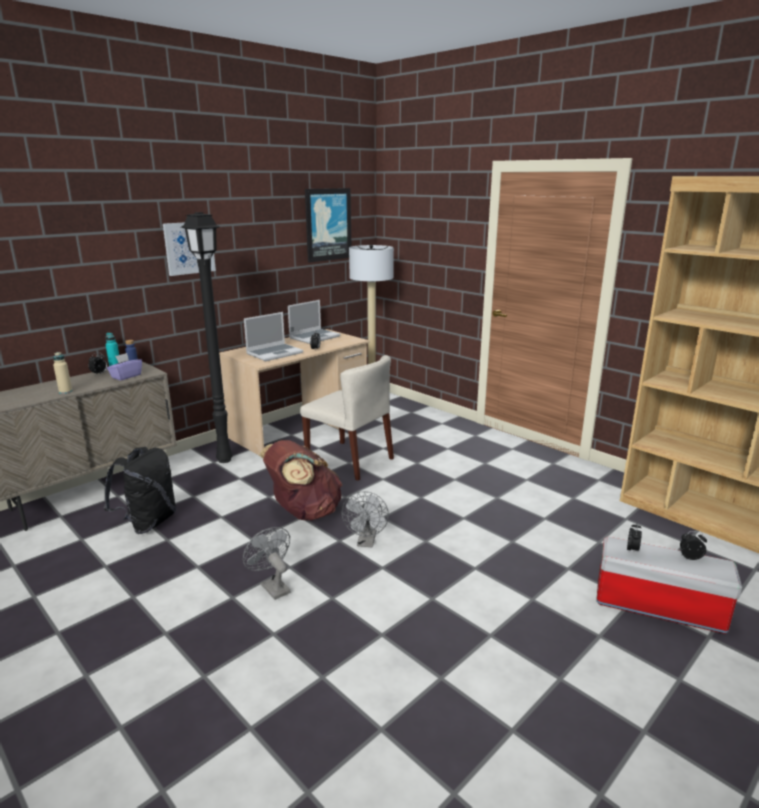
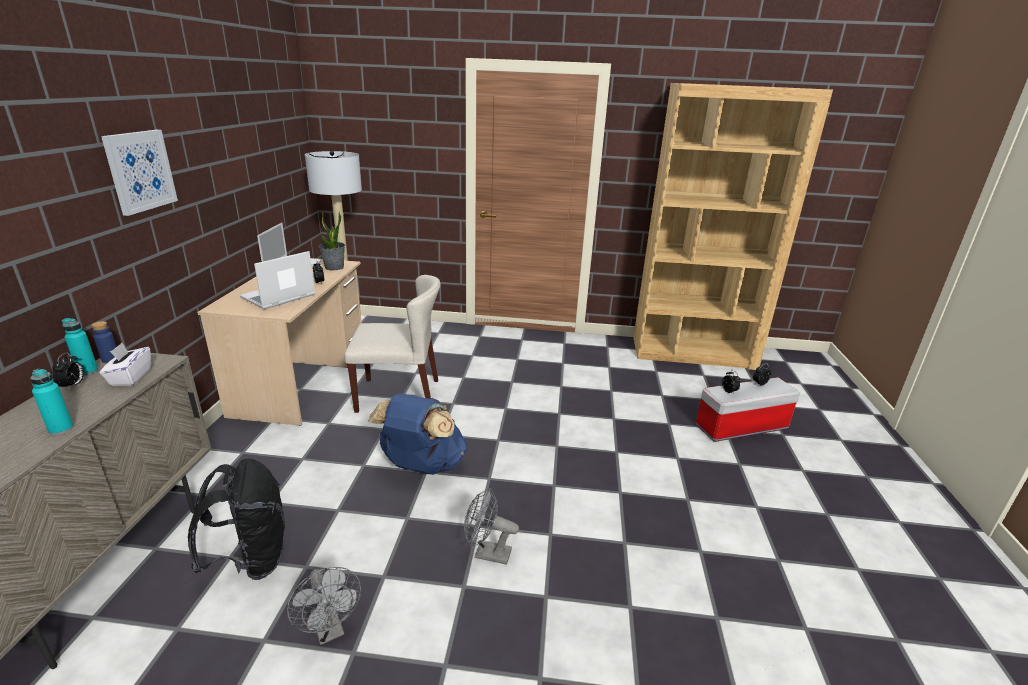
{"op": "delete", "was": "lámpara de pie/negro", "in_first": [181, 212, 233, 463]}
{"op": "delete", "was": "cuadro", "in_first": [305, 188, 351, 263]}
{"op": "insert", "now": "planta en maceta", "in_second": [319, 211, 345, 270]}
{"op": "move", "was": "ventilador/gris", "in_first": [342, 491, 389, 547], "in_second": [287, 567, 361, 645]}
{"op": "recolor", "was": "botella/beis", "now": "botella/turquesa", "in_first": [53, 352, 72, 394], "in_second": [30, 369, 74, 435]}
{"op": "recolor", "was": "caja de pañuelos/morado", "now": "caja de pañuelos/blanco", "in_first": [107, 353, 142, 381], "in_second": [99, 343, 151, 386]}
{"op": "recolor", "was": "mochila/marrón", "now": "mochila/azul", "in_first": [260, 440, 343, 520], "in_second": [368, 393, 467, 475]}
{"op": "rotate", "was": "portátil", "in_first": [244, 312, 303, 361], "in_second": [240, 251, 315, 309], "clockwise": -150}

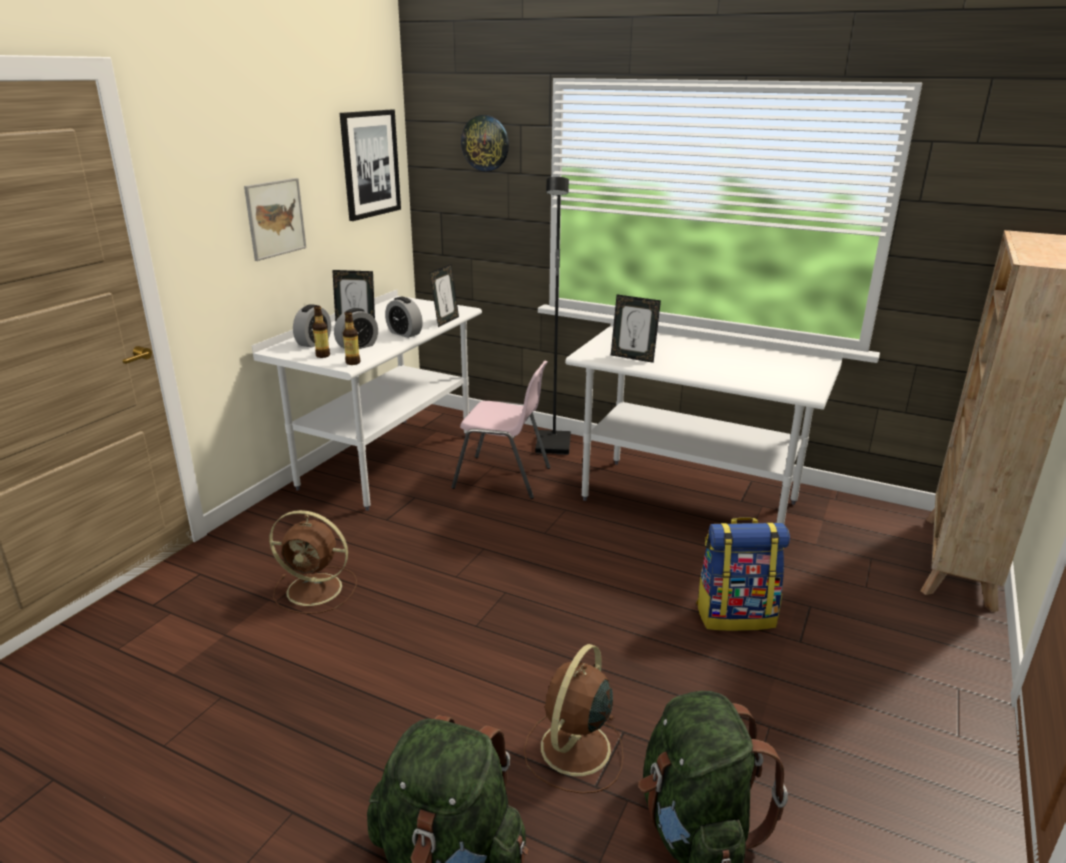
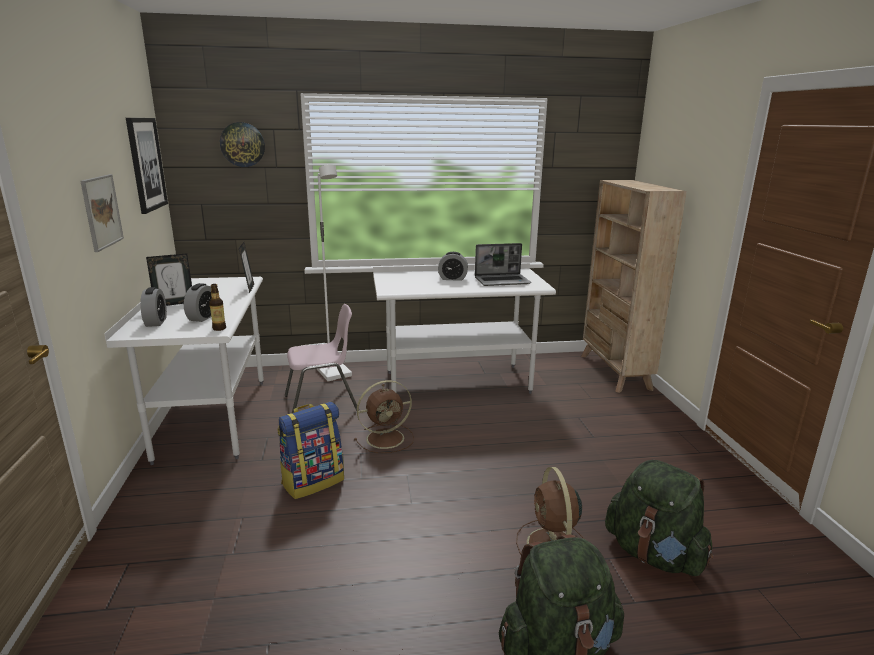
{"op": "delete", "was": "botella", "in_first": [313, 306, 330, 358]}
{"op": "delete", "was": "portarretratos", "in_first": [611, 295, 661, 363]}
{"op": "insert", "now": "portátil", "in_second": [475, 243, 531, 286]}
{"op": "move", "was": "ventilador/marrón", "in_first": [269, 510, 357, 614], "in_second": [354, 380, 414, 453]}
{"op": "move", "was": "despertador", "in_first": [385, 297, 423, 338], "in_second": [438, 252, 468, 281]}
{"op": "move", "was": "mochila", "in_first": [696, 517, 790, 631], "in_second": [277, 402, 344, 499]}
{"op": "recolor", "was": "lámpara de pie/negro", "now": "lámpara de pie/blanco", "in_first": [535, 177, 571, 455], "in_second": [317, 165, 352, 381]}

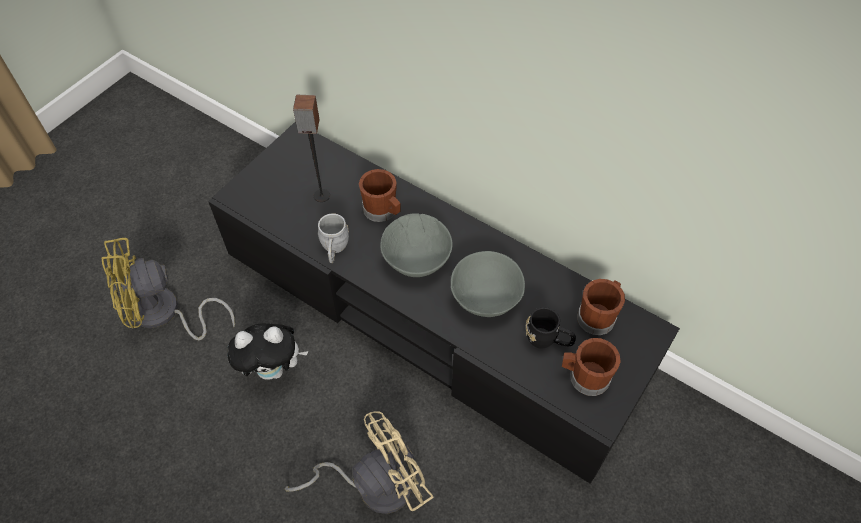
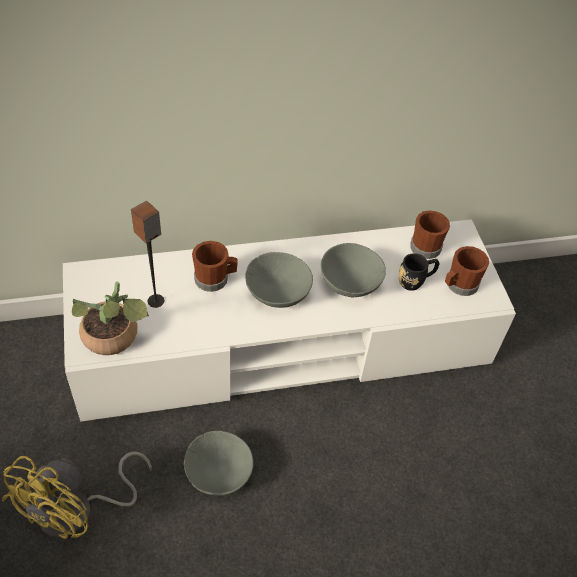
{"op": "delete", "was": "ventilador/beis", "in_first": [285, 411, 434, 514]}
{"op": "delete", "was": "taza grande/gris", "in_first": [318, 213, 349, 263]}
{"op": "insert", "now": "planta en maceta", "in_second": [72, 281, 149, 355]}
{"op": "replace", "was": "peluche", "now": "cuenco/gris", "in_first": [227, 323, 308, 380], "in_second": [184, 431, 253, 496]}
{"op": "recolor", "was": "mueble de televisión/negro", "now": "mueble de televisión/blanco", "in_first": [209, 121, 680, 484], "in_second": [63, 219, 516, 422]}

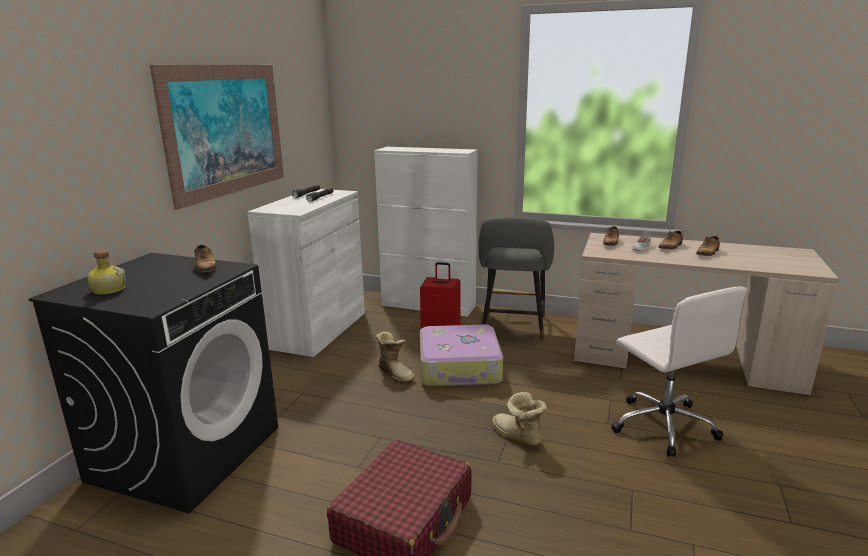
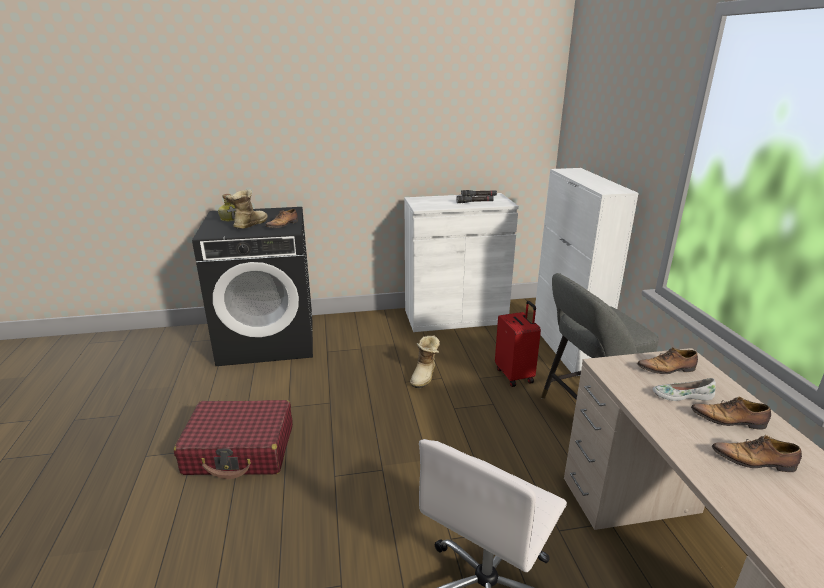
{"op": "delete", "was": "cuadro", "in_first": [150, 65, 284, 210]}
{"op": "delete", "was": "maleta", "in_first": [420, 324, 503, 386]}
{"op": "move", "was": "bota", "in_first": [492, 392, 547, 446], "in_second": [225, 189, 268, 229]}

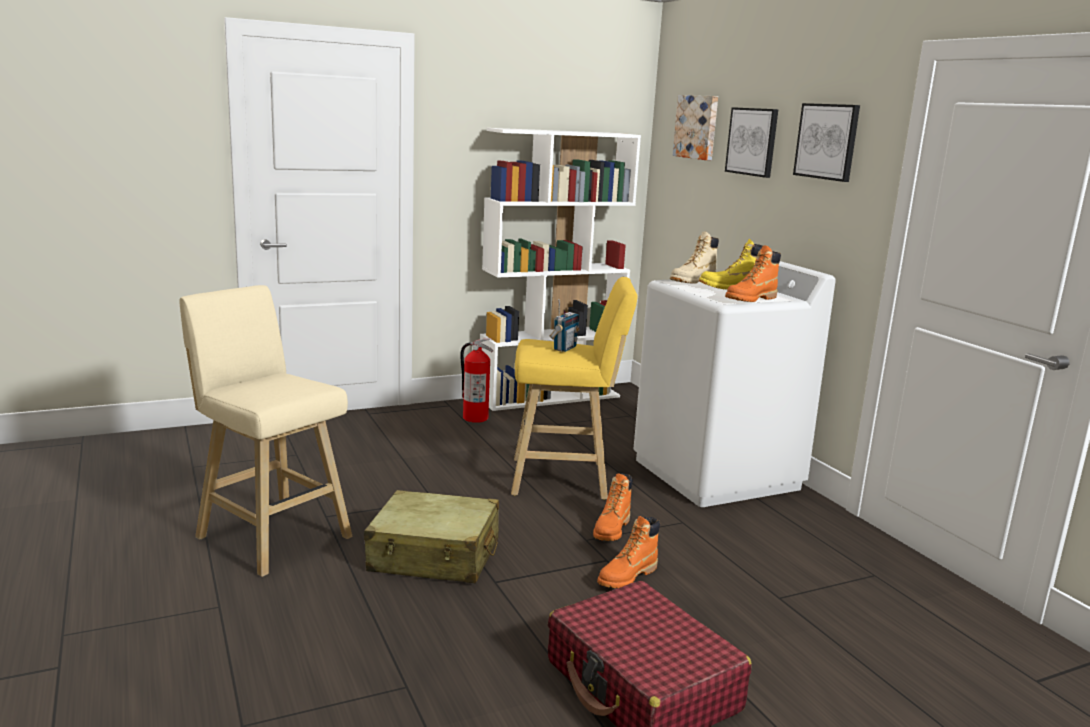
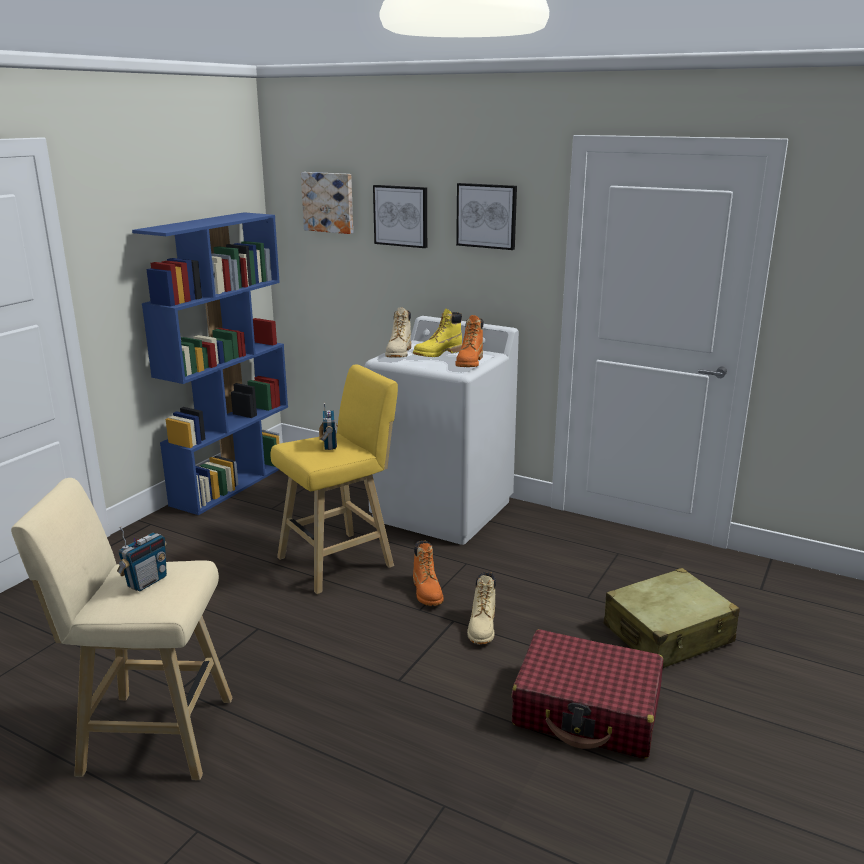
{"op": "delete", "was": "extintor", "in_first": [460, 338, 493, 423]}
{"op": "insert", "now": "radio", "in_second": [117, 526, 167, 591]}
{"op": "move", "was": "maleta/beis", "in_first": [364, 490, 499, 583], "in_second": [604, 568, 740, 668]}
{"op": "recolor", "was": "estantería/blanco", "now": "estantería/azul", "in_first": [480, 128, 641, 411], "in_second": [132, 212, 288, 515]}
{"op": "recolor", "was": "bota/naranja", "now": "bota/beis", "in_first": [597, 516, 660, 588], "in_second": [467, 572, 496, 644]}

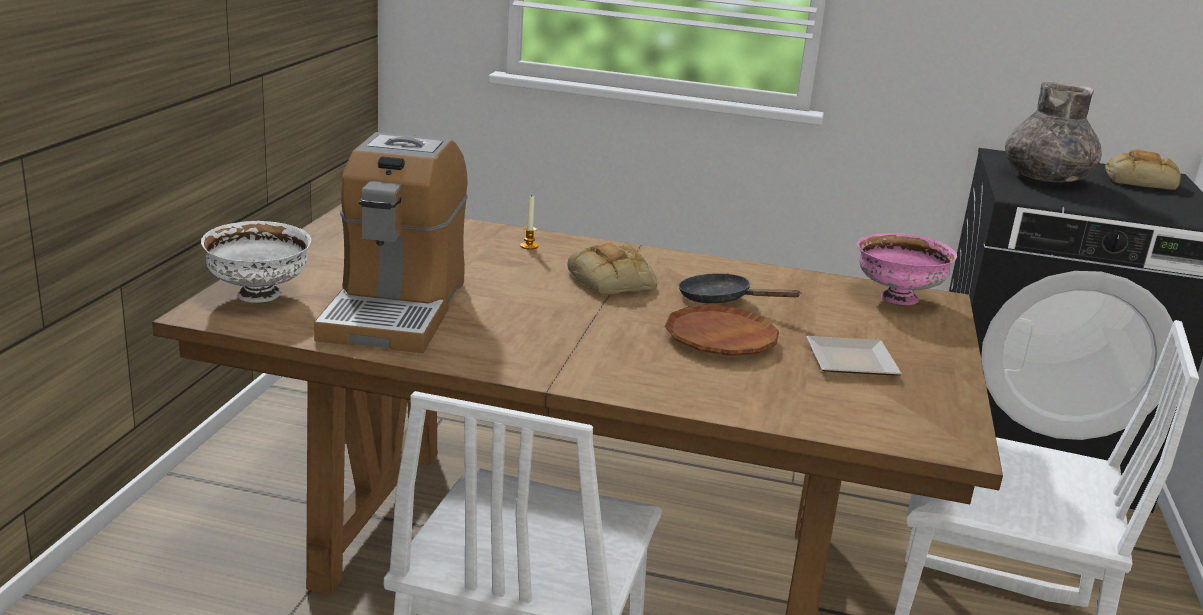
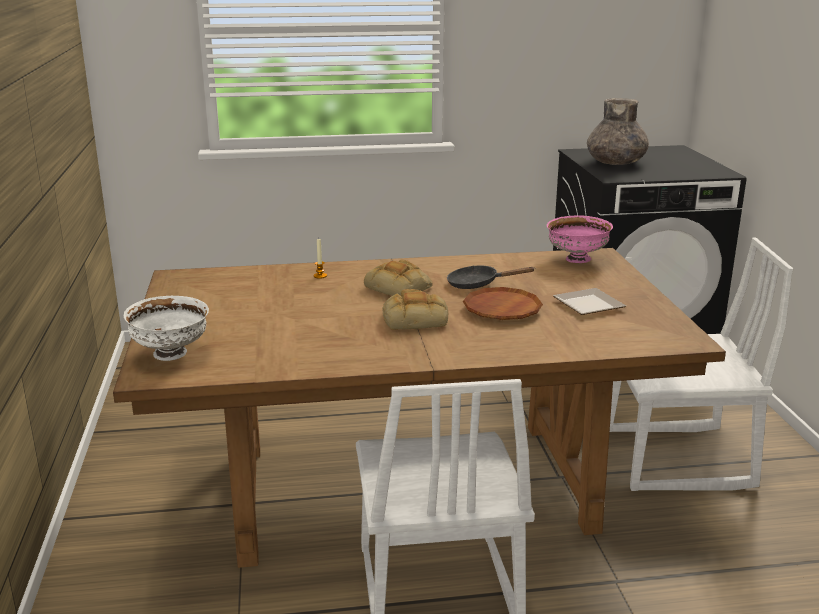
{"op": "delete", "was": "cafetera", "in_first": [314, 132, 468, 353]}
{"op": "move", "was": "pan", "in_first": [1105, 149, 1181, 190], "in_second": [383, 289, 448, 330]}

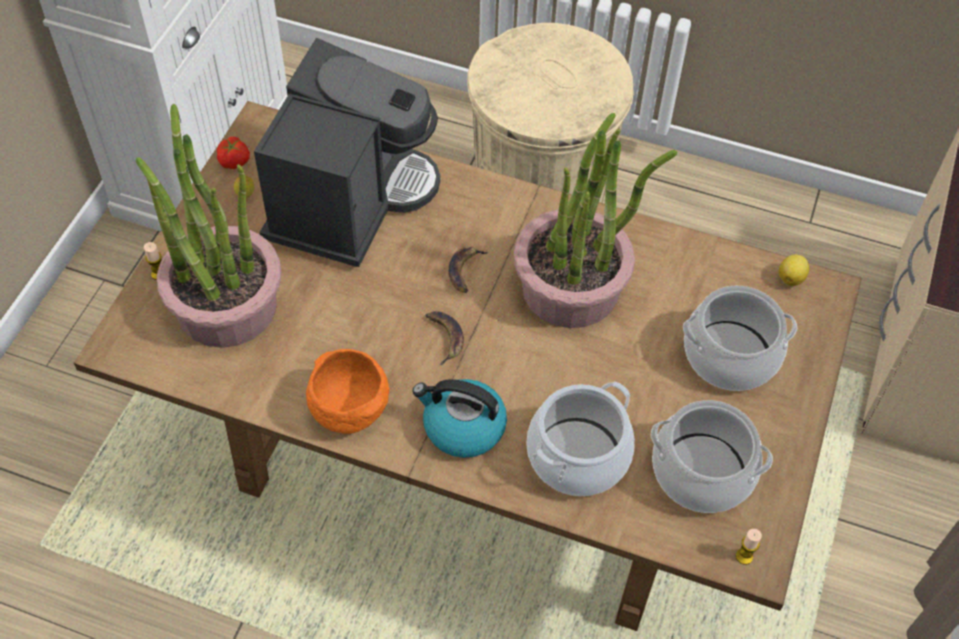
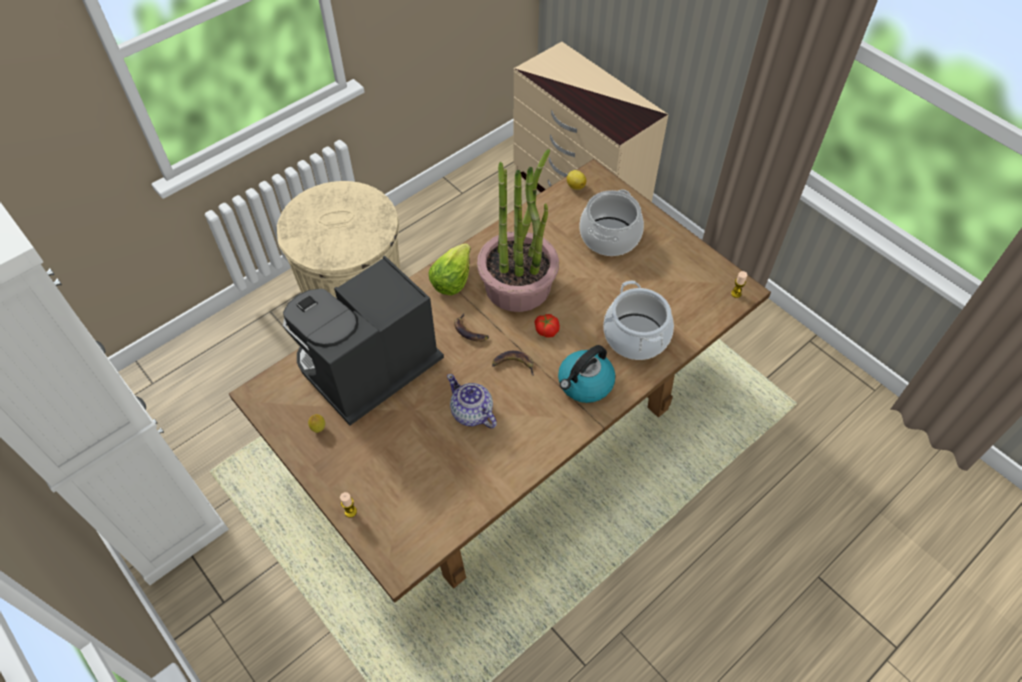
{"op": "delete", "was": "planta en maceta", "in_first": [135, 104, 281, 348]}
{"op": "delete", "was": "cuenco/naranja", "in_first": [306, 349, 389, 434]}
{"op": "delete", "was": "olla", "in_first": [651, 400, 773, 513]}
{"op": "insert", "now": "lechuga", "in_second": [428, 243, 471, 295]}
{"op": "insert", "now": "tetera", "in_second": [447, 374, 497, 429]}
{"op": "move", "was": "tomate", "in_first": [217, 137, 250, 169], "in_second": [534, 314, 560, 338]}
{"op": "rotate", "was": "cafetera", "in_first": [254, 38, 440, 267], "in_second": [283, 256, 444, 426], "clockwise": -90}

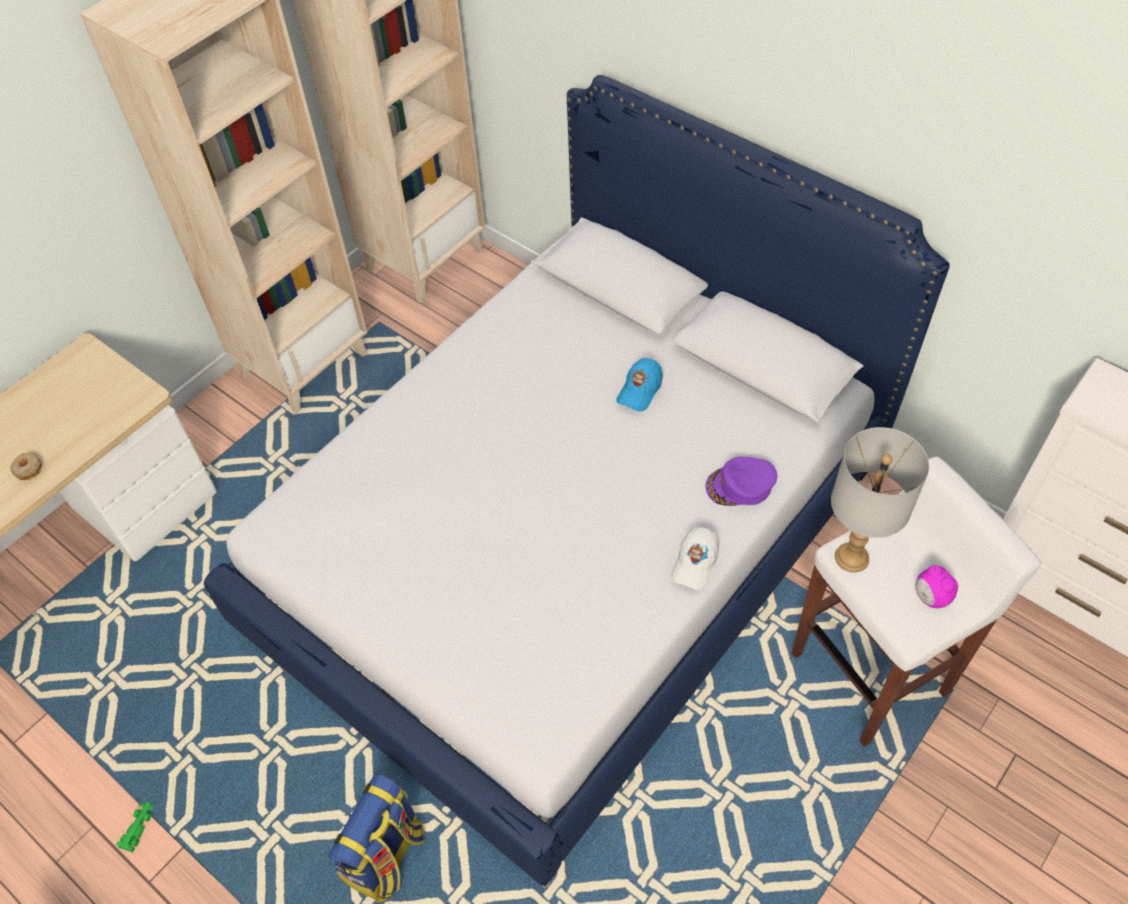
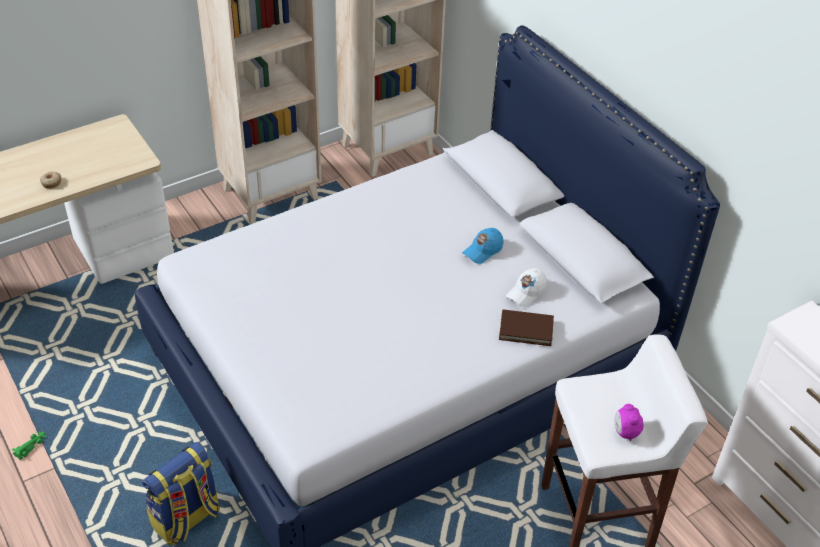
{"op": "delete", "was": "lámpara de mesa/gris", "in_first": [831, 427, 929, 573]}
{"op": "move", "was": "gorra/blanco", "in_first": [671, 527, 719, 590], "in_second": [506, 268, 547, 307]}
{"op": "replace", "was": "gorra/morado", "now": "libro/marrón", "in_first": [705, 457, 777, 506], "in_second": [499, 309, 554, 346]}

